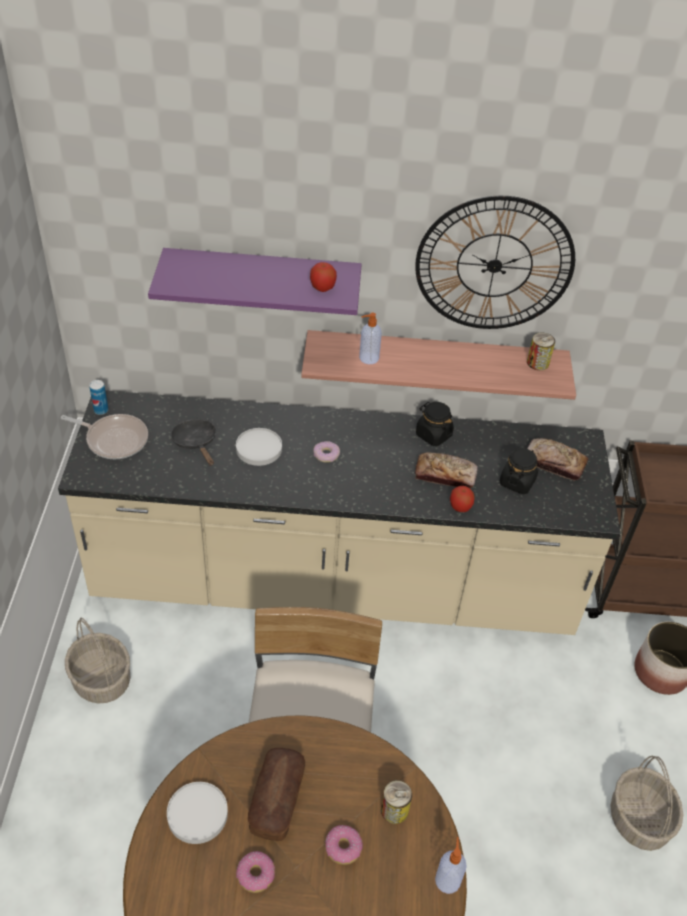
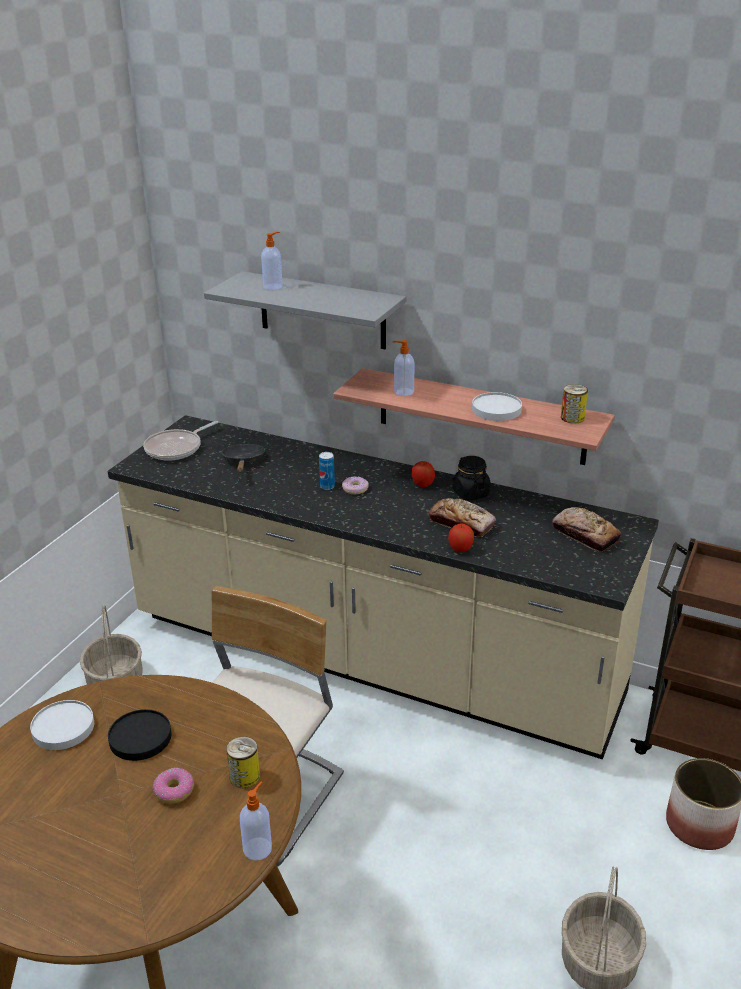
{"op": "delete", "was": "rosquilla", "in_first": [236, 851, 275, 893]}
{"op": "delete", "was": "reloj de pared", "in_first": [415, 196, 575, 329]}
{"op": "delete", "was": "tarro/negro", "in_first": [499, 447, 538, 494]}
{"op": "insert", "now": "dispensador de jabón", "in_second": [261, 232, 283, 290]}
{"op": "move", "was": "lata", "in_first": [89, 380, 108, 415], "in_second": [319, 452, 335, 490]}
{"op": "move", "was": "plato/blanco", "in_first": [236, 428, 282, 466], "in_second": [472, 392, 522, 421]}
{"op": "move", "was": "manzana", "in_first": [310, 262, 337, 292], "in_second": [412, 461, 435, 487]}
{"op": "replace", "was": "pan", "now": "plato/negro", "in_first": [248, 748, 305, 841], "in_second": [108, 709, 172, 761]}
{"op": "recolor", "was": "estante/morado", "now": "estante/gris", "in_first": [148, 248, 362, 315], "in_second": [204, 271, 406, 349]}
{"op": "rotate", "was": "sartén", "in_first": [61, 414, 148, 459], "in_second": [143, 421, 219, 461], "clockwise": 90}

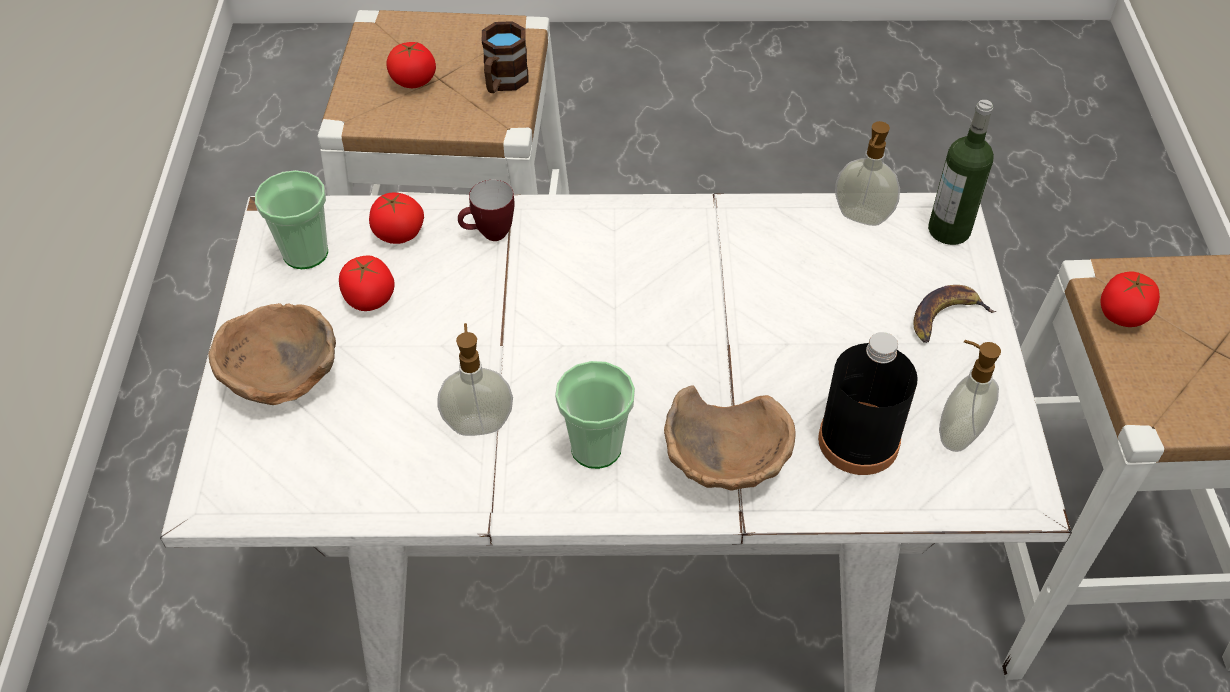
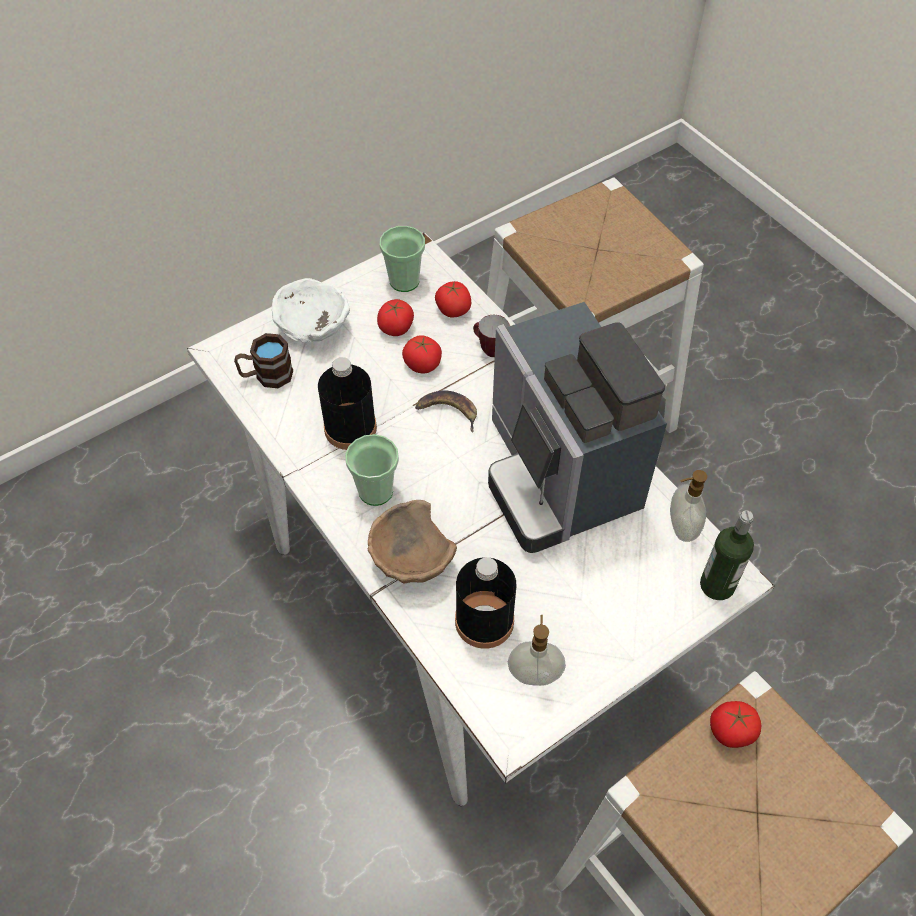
{"op": "insert", "now": "cafetera", "in_second": [488, 302, 667, 553]}
{"op": "move", "was": "tomate", "in_first": [386, 42, 436, 88], "in_second": [402, 335, 442, 373]}
{"op": "move", "was": "taza grande/marrón", "in_first": [482, 21, 528, 93], "in_second": [234, 333, 293, 388]}
{"op": "move", "was": "plátano", "in_first": [913, 285, 996, 343], "in_second": [415, 390, 477, 432]}
{"op": "replace", "was": "dispensador de jabón", "now": "botella/negro", "in_first": [437, 323, 513, 436], "in_second": [318, 357, 377, 450]}
{"op": "recolor", "was": "cuenco/marrón", "now": "cuenco/blanco", "in_first": [208, 303, 336, 405], "in_second": [272, 278, 350, 342]}

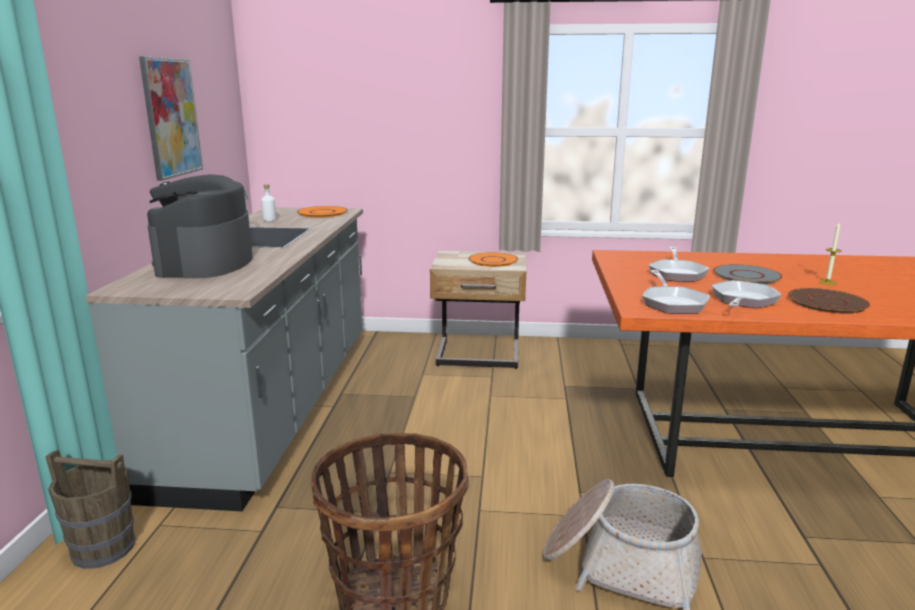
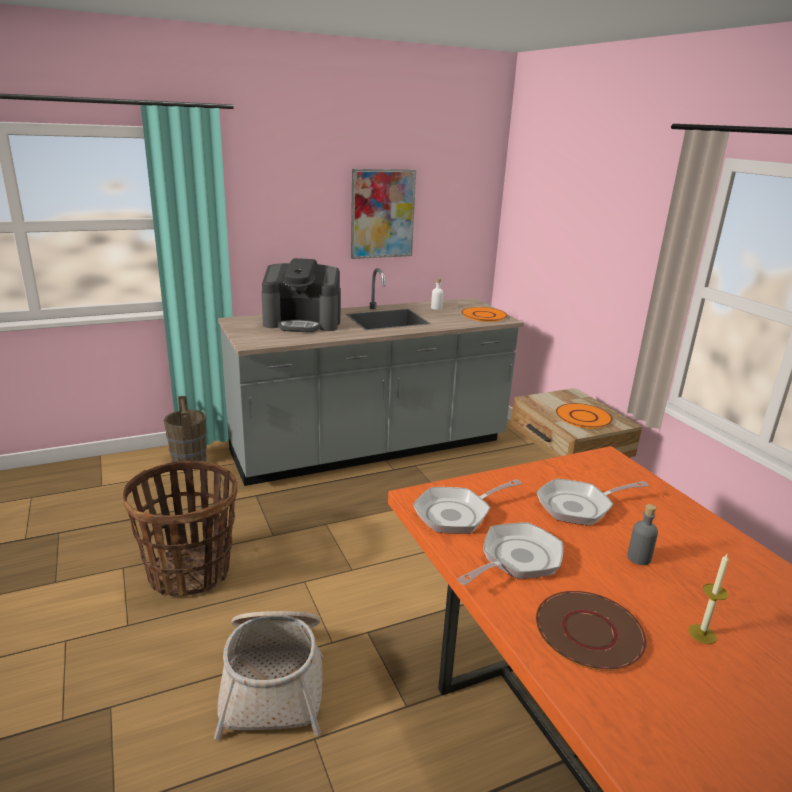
{"op": "replace", "was": "plato/gris", "now": "botella/gris", "in_first": [713, 264, 783, 284], "in_second": [627, 504, 658, 565]}
{"op": "rotate", "was": "cafetera", "in_first": [147, 174, 253, 278], "in_second": [261, 258, 341, 332], "clockwise": -150}
{"op": "rotate", "was": "sartén", "in_first": [711, 280, 782, 308], "in_second": [457, 522, 563, 585], "clockwise": -45}

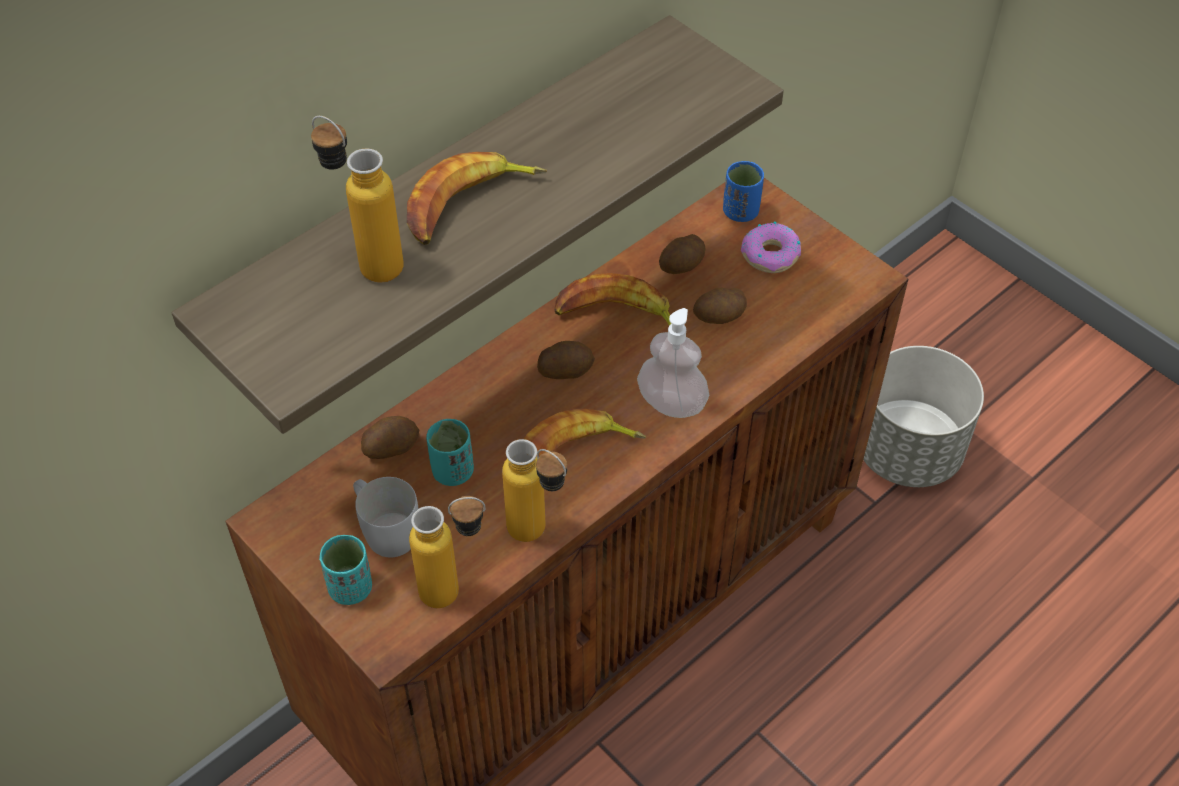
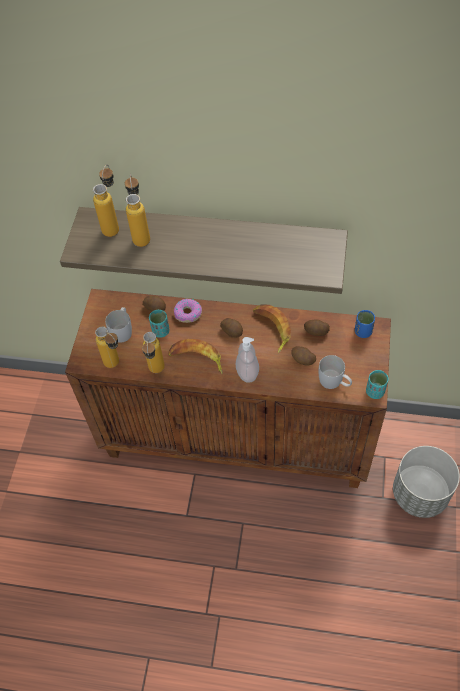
{"op": "delete", "was": "plátano", "in_first": [407, 152, 547, 245]}
{"op": "insert", "now": "botella", "in_second": [93, 165, 119, 237]}
{"op": "insert", "now": "taza grande/blanco", "in_second": [319, 355, 352, 389]}
{"op": "move", "was": "taza/turquesa", "in_first": [319, 535, 372, 605], "in_second": [366, 370, 389, 399]}
{"op": "move", "was": "rosquilla", "in_first": [741, 222, 801, 273], "in_second": [174, 299, 202, 323]}

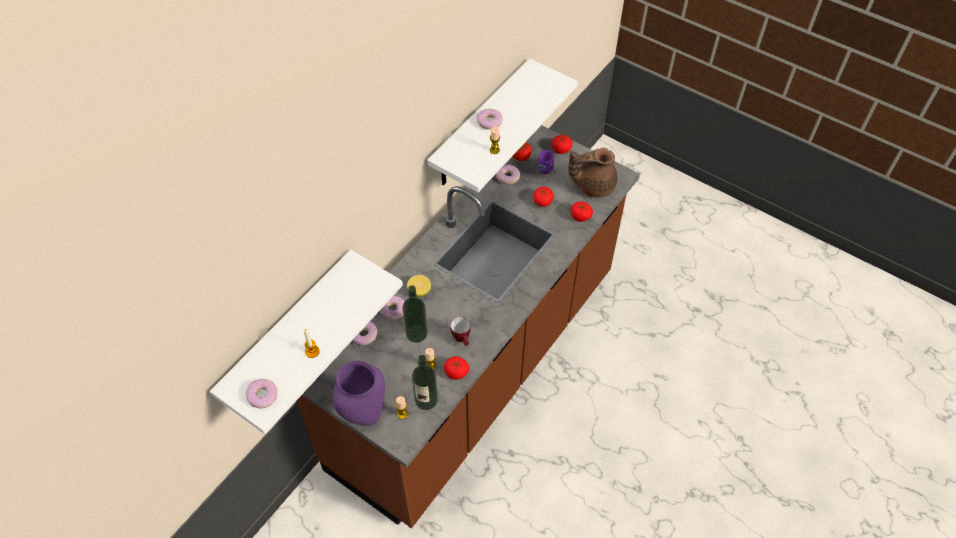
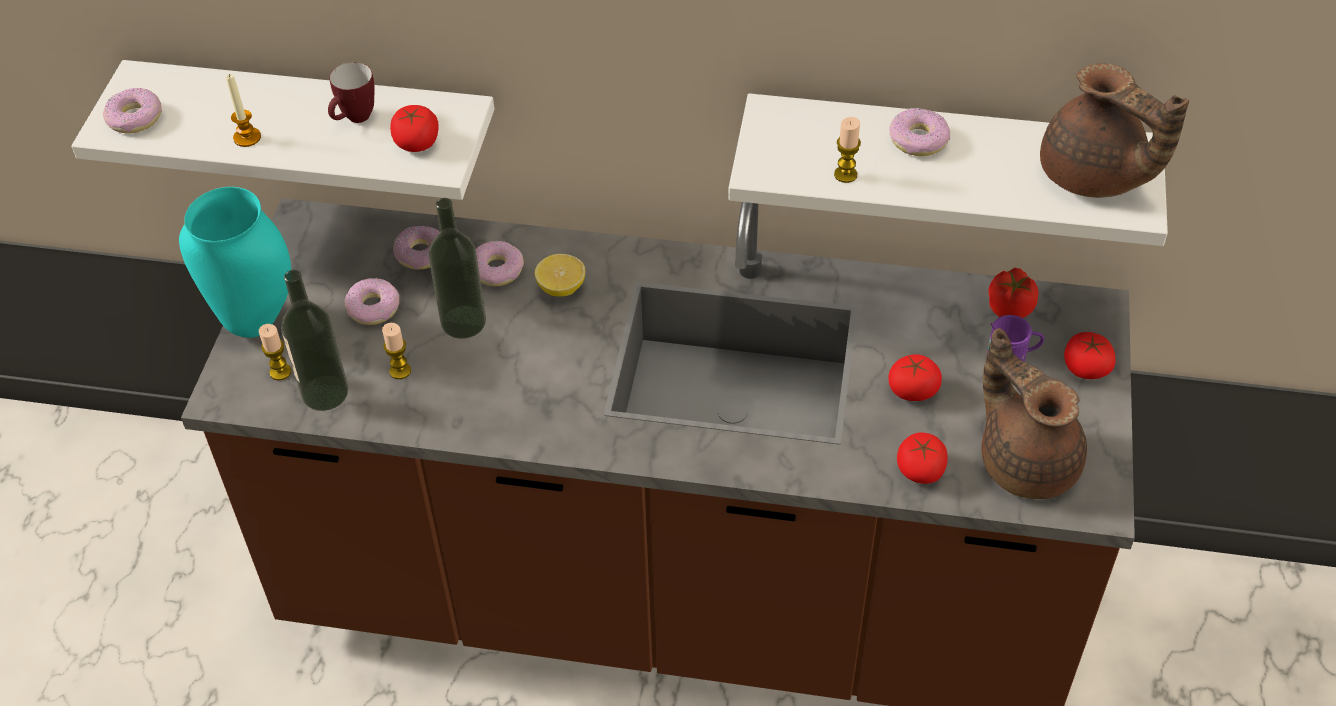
{"op": "insert", "now": "tetera/marrón", "in_second": [1040, 64, 1189, 198]}
{"op": "move", "was": "tomate", "in_first": [444, 356, 469, 380], "in_second": [390, 105, 439, 152]}
{"op": "move", "was": "taza grande", "in_first": [450, 317, 471, 346], "in_second": [328, 62, 375, 123]}
{"op": "move", "was": "rosquilla", "in_first": [496, 165, 520, 184], "in_second": [345, 278, 399, 325]}
{"op": "recolor", "was": "florero/morado", "now": "florero/turquesa", "in_first": [333, 361, 385, 426], "in_second": [179, 187, 291, 338]}

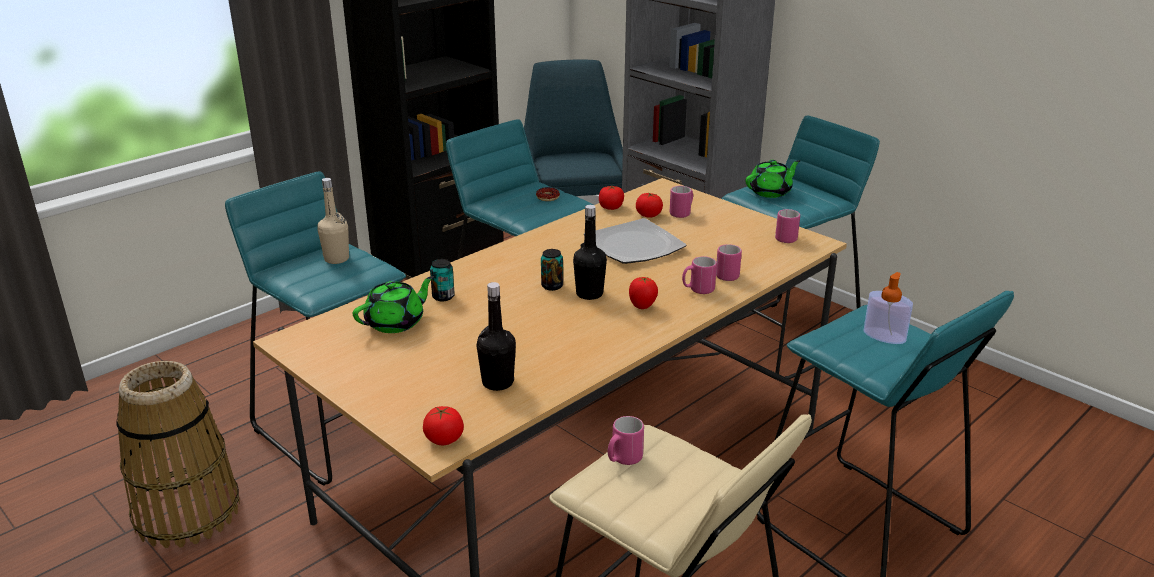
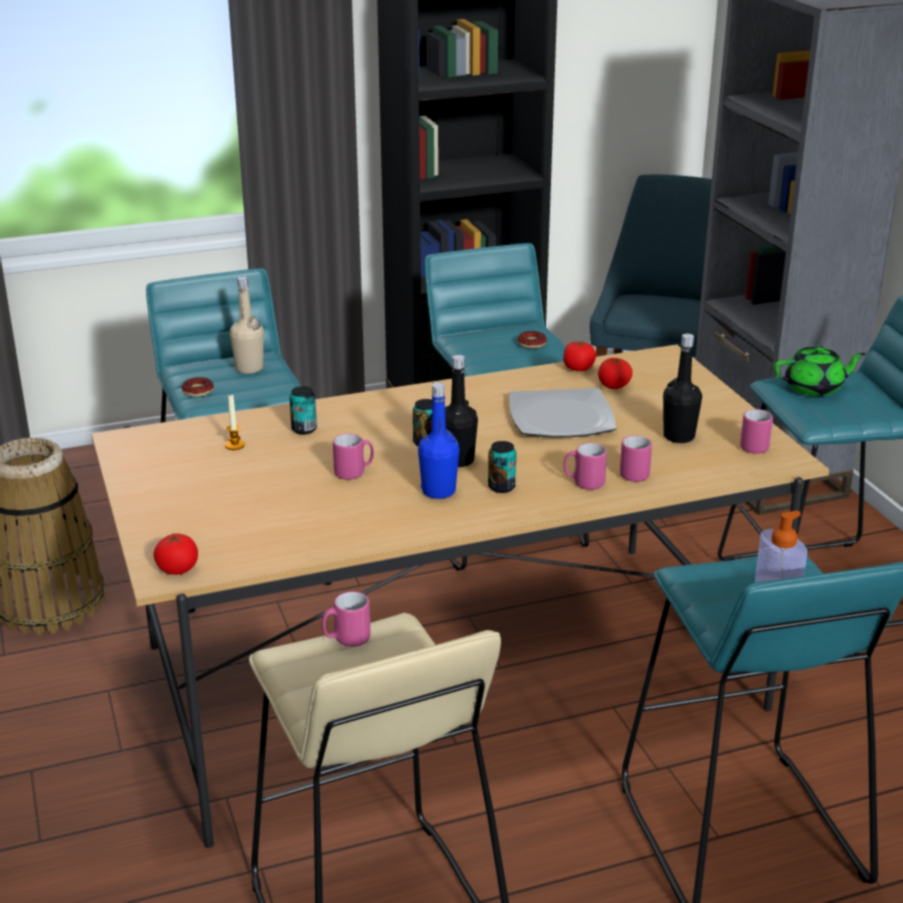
{"op": "insert", "now": "rosquilla", "in_second": [182, 377, 214, 397]}
{"op": "insert", "now": "botella/azul", "in_second": [418, 382, 459, 499]}
{"op": "move", "was": "botella/negro", "in_first": [477, 282, 516, 391], "in_second": [663, 334, 702, 443]}
{"op": "move", "was": "taza grande/rosa", "in_first": [670, 186, 693, 218], "in_second": [333, 434, 374, 480]}
{"op": "replace", "was": "tetera/verde", "now": "vela", "in_first": [353, 276, 434, 333], "in_second": [225, 394, 245, 450]}
{"op": "replace", "was": "tomate", "now": "lata", "in_first": [629, 277, 658, 309], "in_second": [488, 441, 516, 493]}

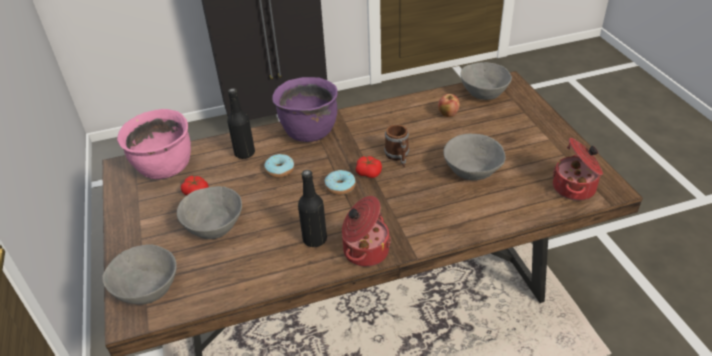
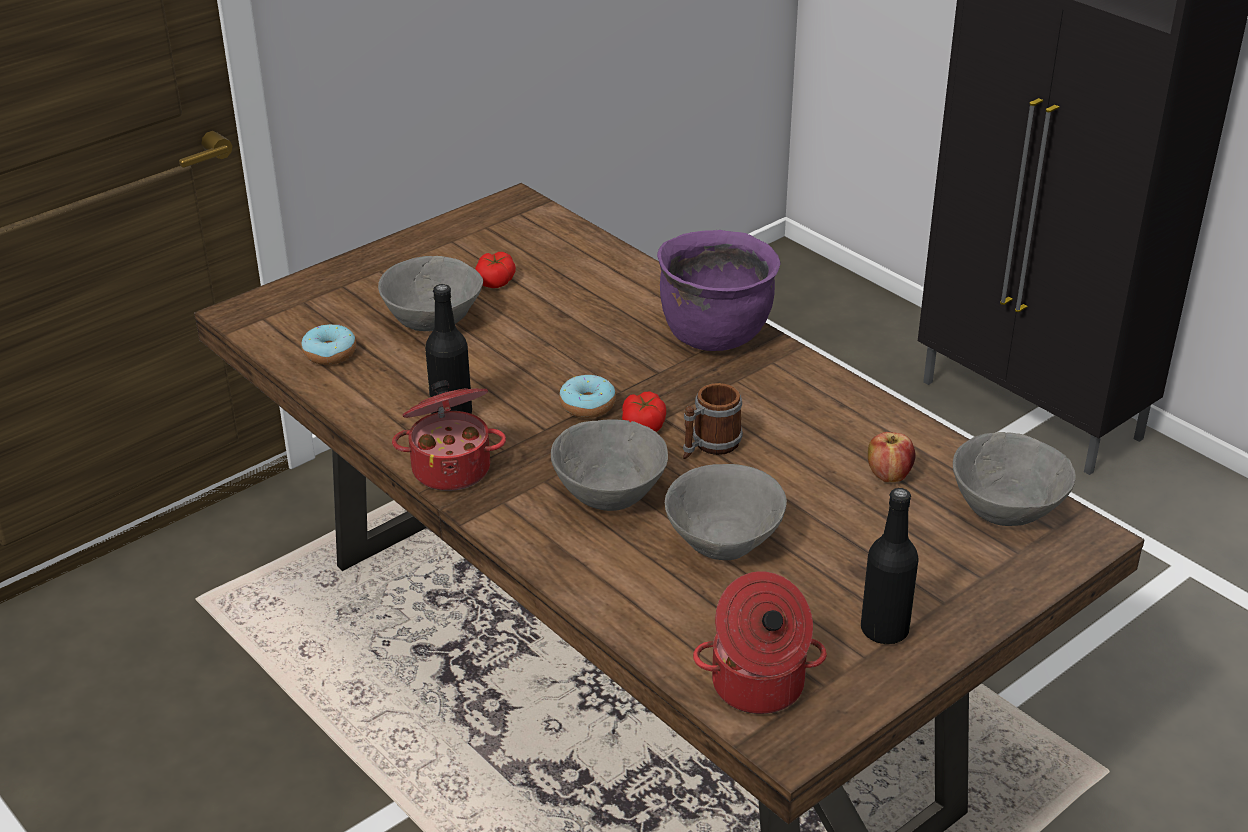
{"op": "delete", "was": "olla/rosa", "in_first": [117, 109, 191, 179]}
{"op": "move", "was": "cuenco/gris", "in_first": [103, 244, 177, 305], "in_second": [551, 419, 668, 511]}
{"op": "move", "was": "botella/negro", "in_first": [227, 88, 255, 159], "in_second": [861, 488, 918, 644]}
{"op": "move", "was": "rosquilla", "in_first": [264, 154, 294, 178], "in_second": [302, 324, 356, 365]}

